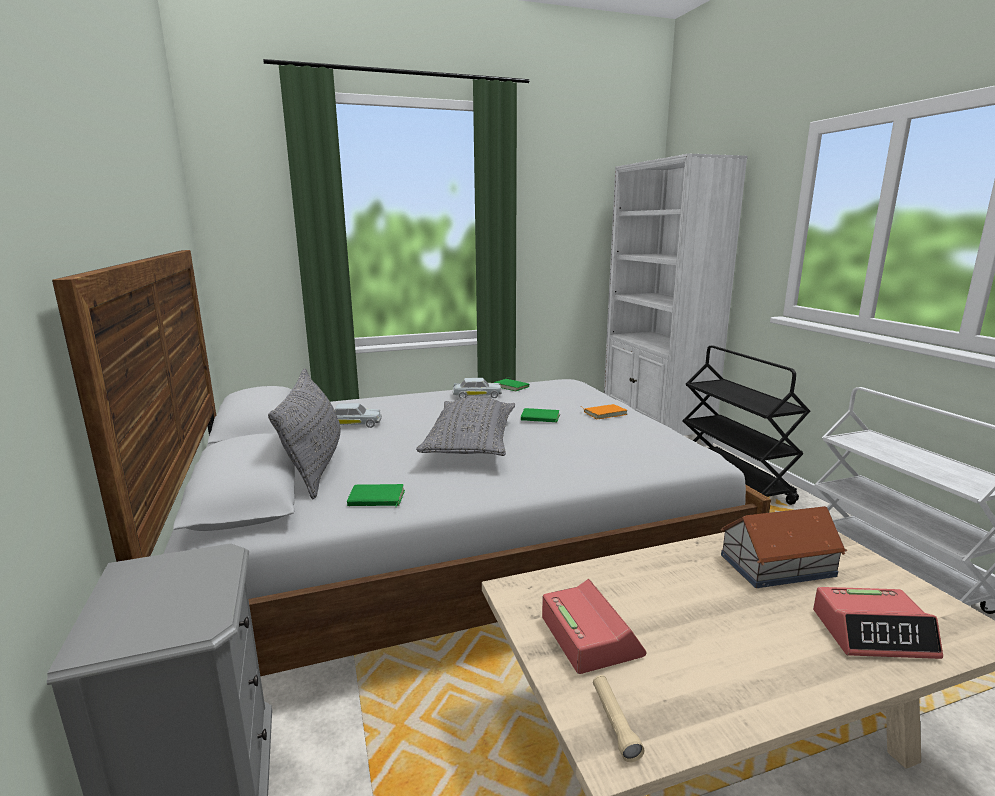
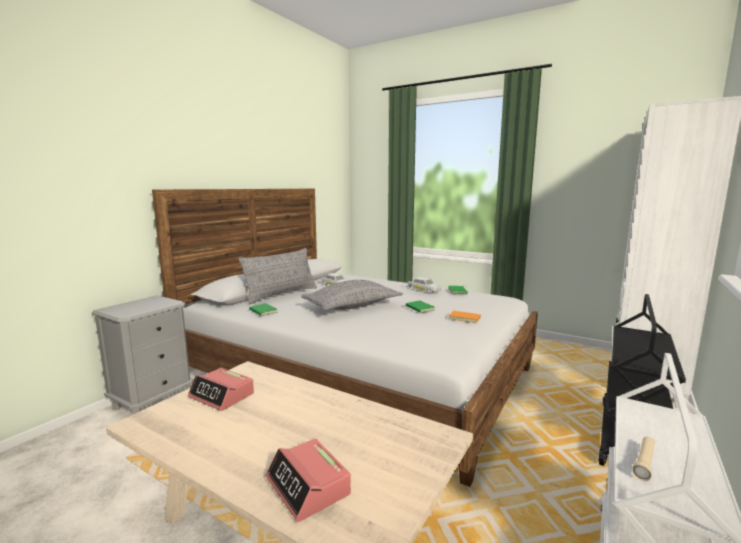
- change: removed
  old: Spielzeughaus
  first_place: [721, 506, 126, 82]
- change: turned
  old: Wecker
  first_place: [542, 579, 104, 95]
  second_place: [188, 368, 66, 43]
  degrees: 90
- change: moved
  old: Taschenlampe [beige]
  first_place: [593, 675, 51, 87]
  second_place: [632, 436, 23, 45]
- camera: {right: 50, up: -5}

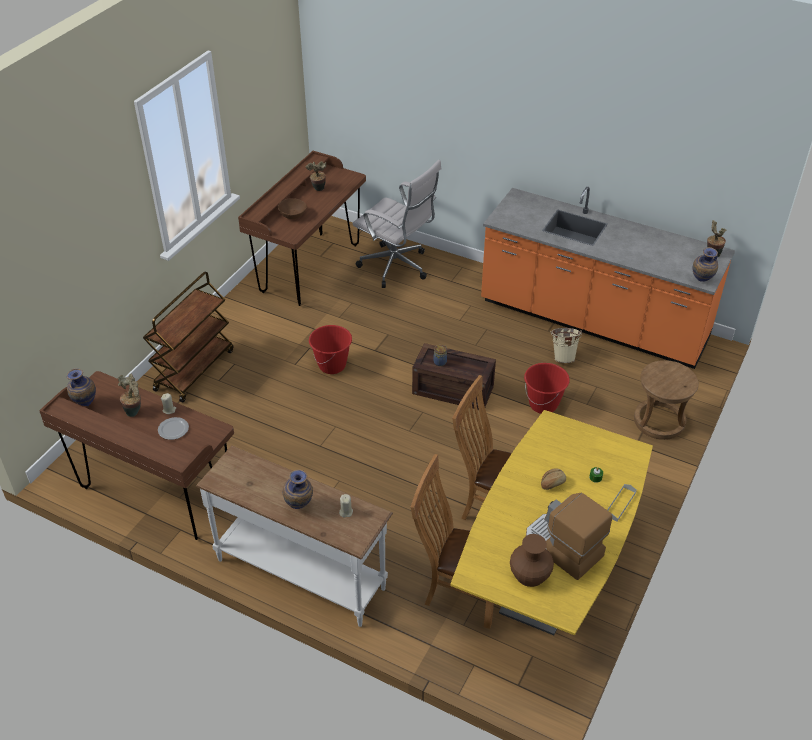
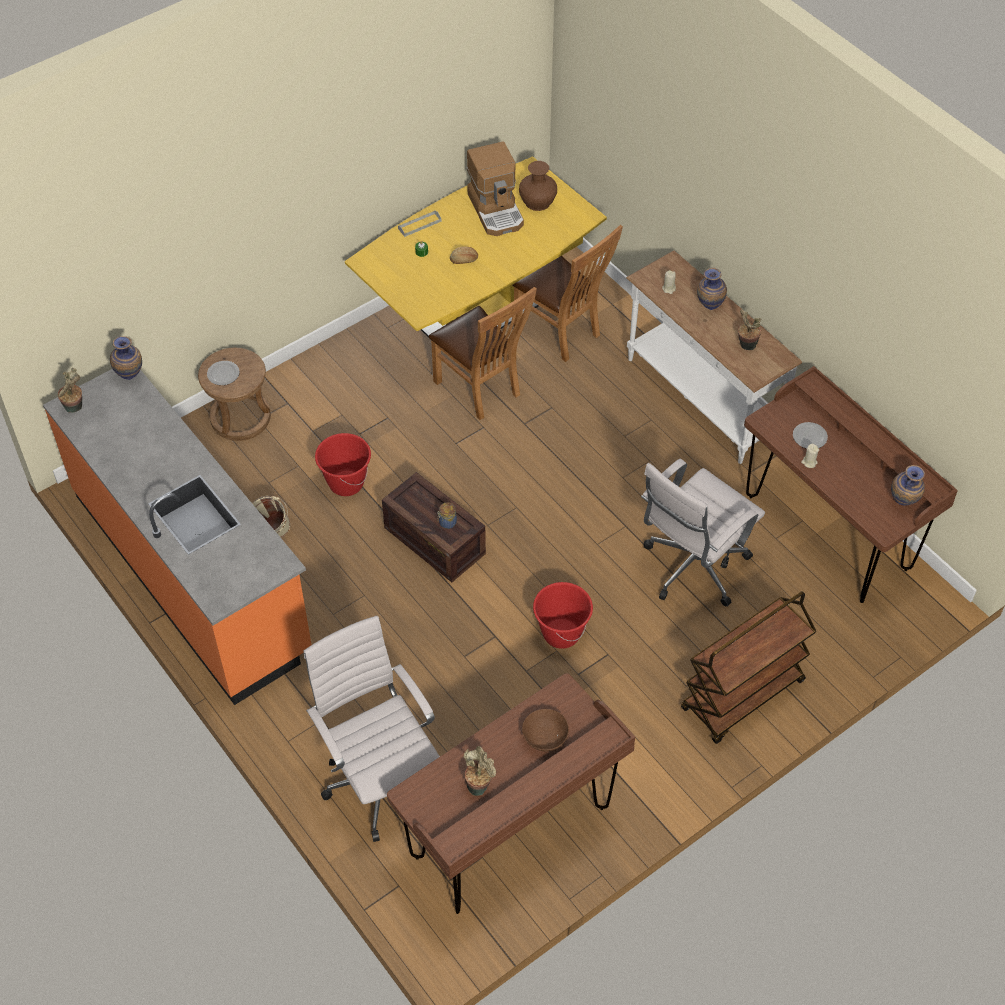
- change: moved
  old: Topfpflanze
  first_place: [118, 373, 23, 44]
  second_place: [738, 309, 23, 41]
- change: added
  new: Teller
  second_place: [207, 361, 33, 24]
- change: added
  new: Bürostuhl [weiß]
  second_place: [641, 459, 124, 148]
- camera: {right: -155, up: 10}

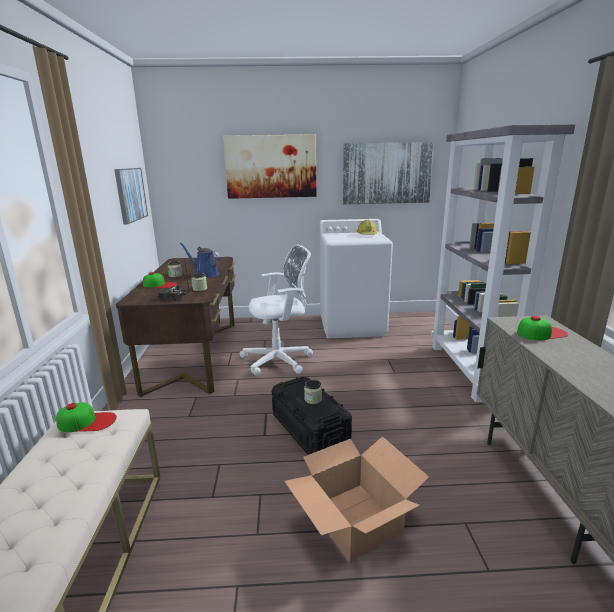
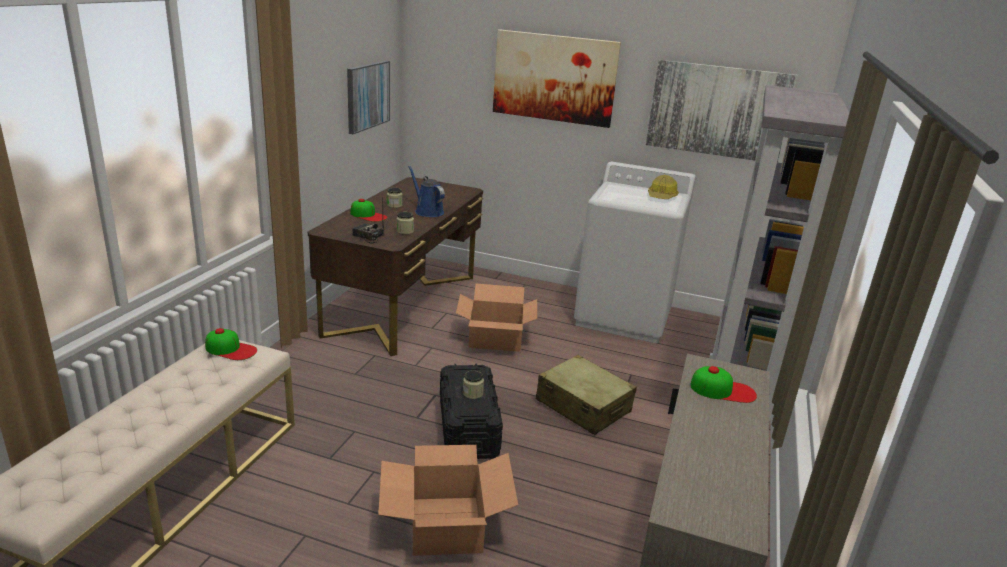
- change: replaced
  old: Bürostuhl [weiß]
  new: Karton
  first_place: [240, 245, 73, 131]
  second_place: [456, 284, 81, 68]
- change: added
  new: Koffer [beige]
  second_place: [536, 355, 101, 80]
- camera: {right: 20, up: 5}

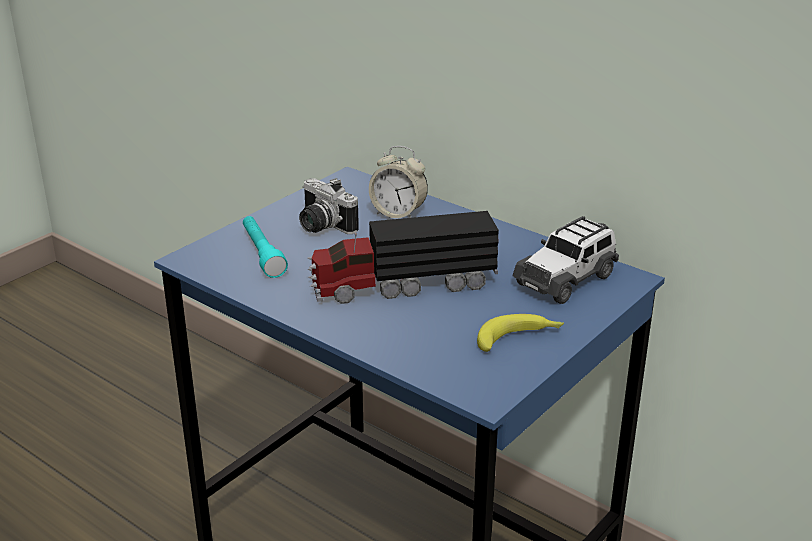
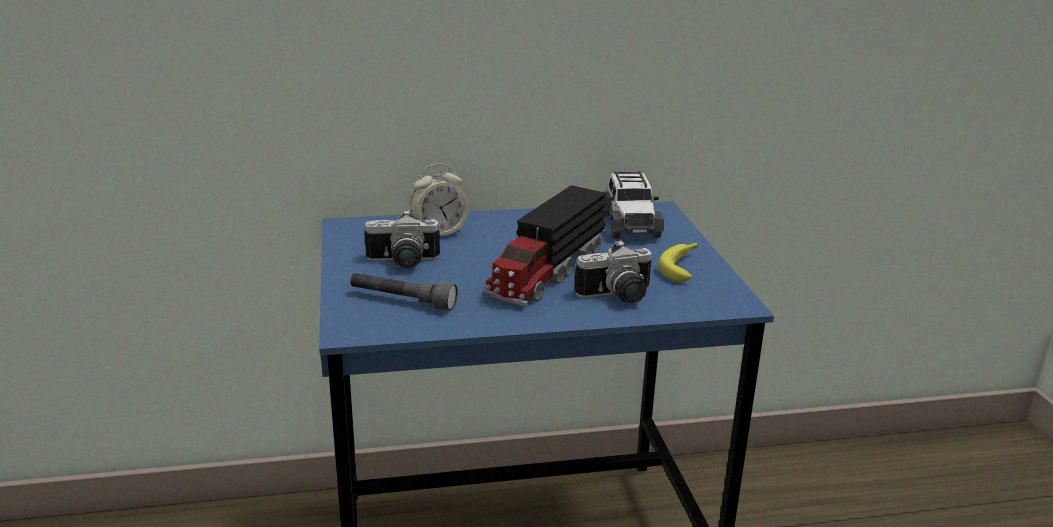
- change: recoloured
  old: Taschenlampe [türkis]
  new: Taschenlampe [grau]
  first_place: [243, 216, 45, 62]
  second_place: [350, 273, 108, 37]
- change: added
  new: Kamera
  second_place: [574, 240, 78, 64]
- camera: {right: -50, up: -5}

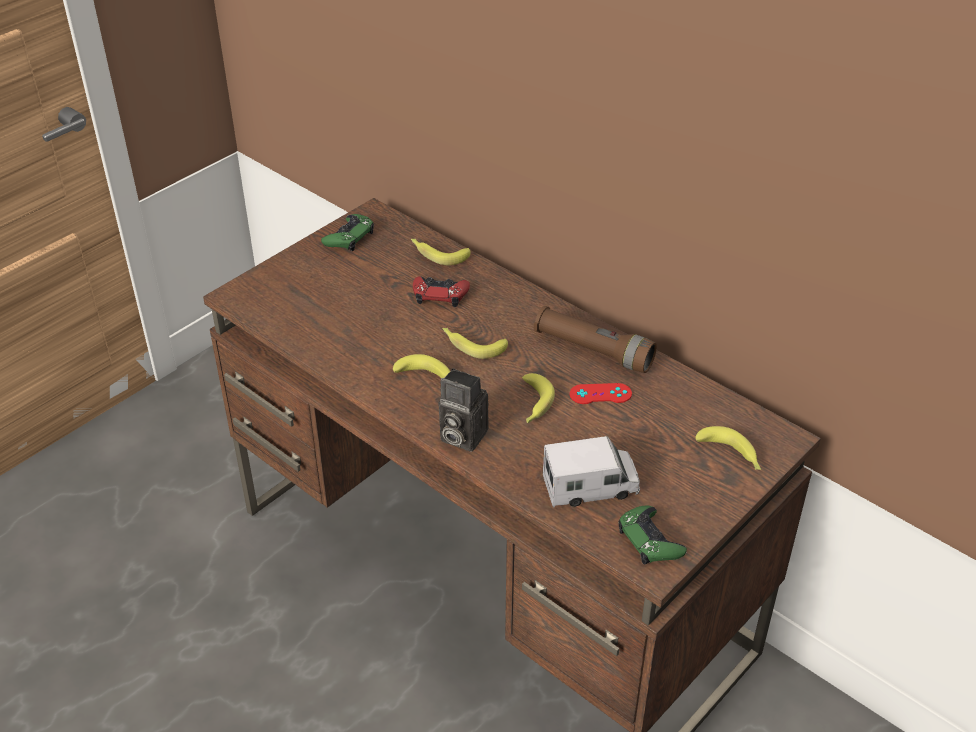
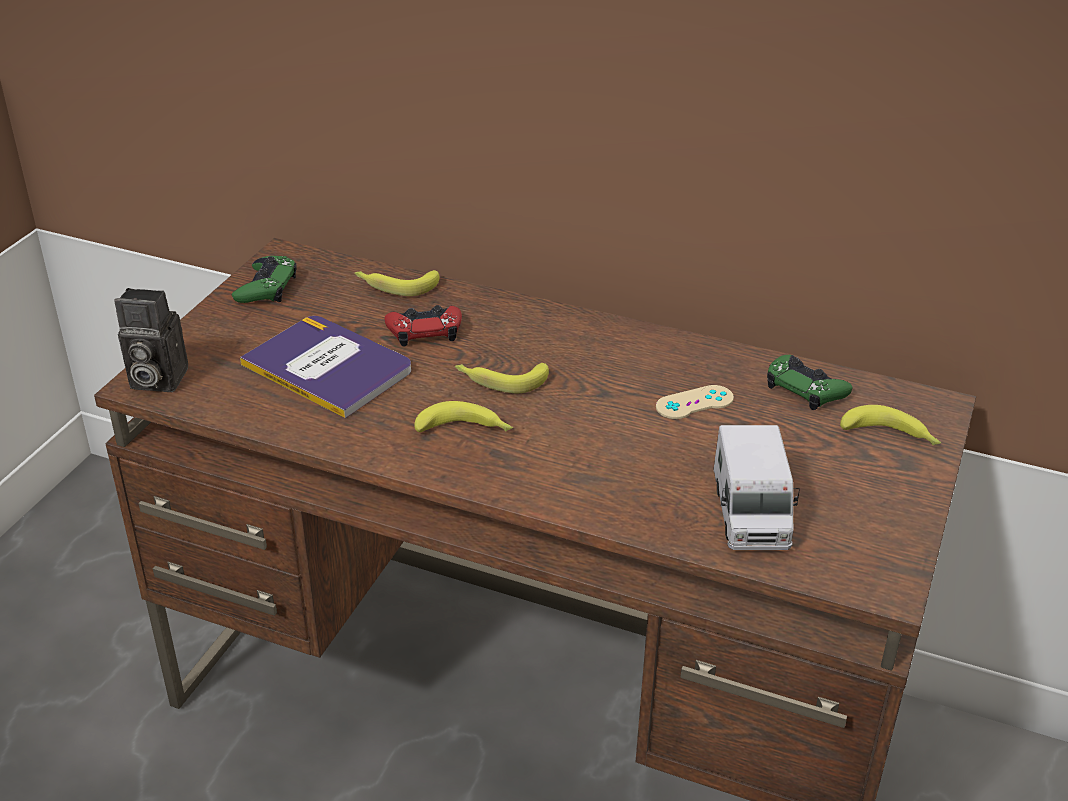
- change: removed
  old: Taschenlampe [braun]
  first_place: [534, 306, 123, 67]
- change: moved
  old: Kamera
  first_place: [439, 368, 50, 84]
  second_place: [115, 288, 73, 104]
- change: removed
  old: Banane
  first_place: [522, 373, 33, 50]
- change: recoloured
  old: Gamepad [rot]
  new: Gamepad [beige]
  first_place: [570, 383, 62, 21]
  second_place: [656, 385, 78, 34]
- change: turned
  old: Spielzeuglaster
  first_place: [543, 436, 97, 72]
  second_place: [713, 425, 87, 125]
  degrees: 120
- change: moved
  old: Gamepad [grün]
  first_place: [618, 505, 69, 59]
  second_place: [767, 355, 86, 55]
- change: added
  new: Buch
  second_place: [240, 316, 171, 102]
- camera: {right: -20, up: -5}

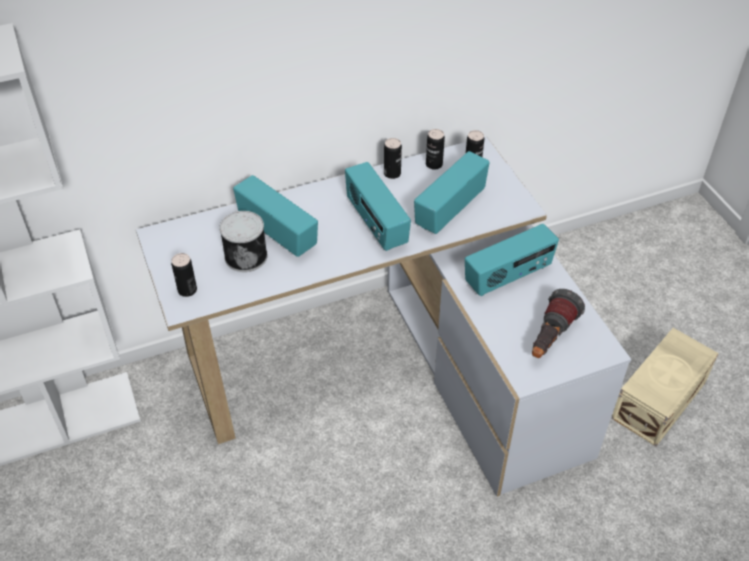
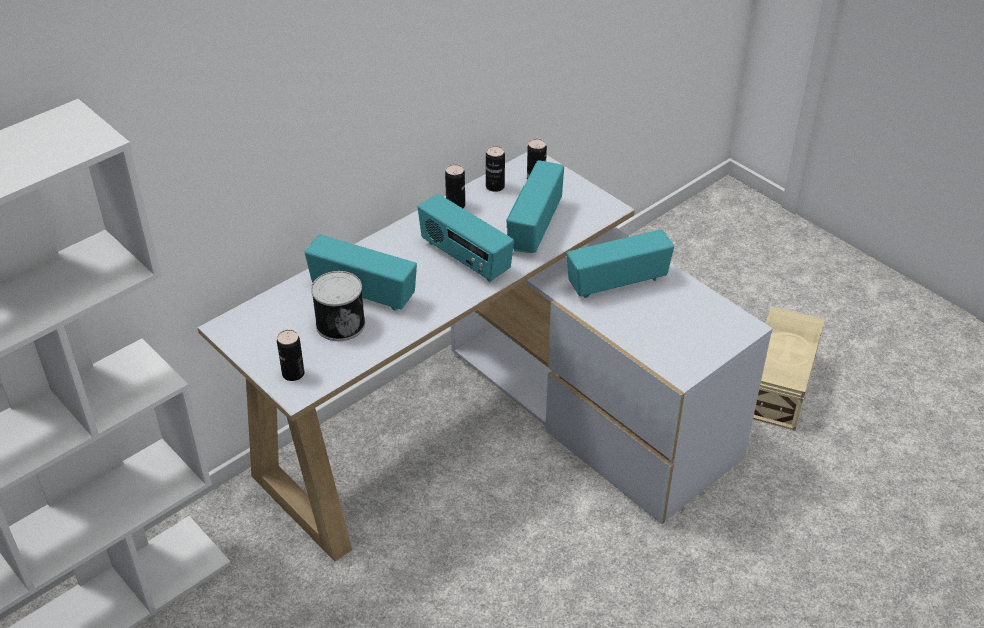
- change: turned
  old: Radio
  first_place: [465, 224, 94, 72]
  second_place: [566, 229, 108, 69]
  degrees: -150
- change: removed
  old: Taschenlampe
  first_place: [532, 289, 53, 69]
- camera: {right: -20, up: -5}

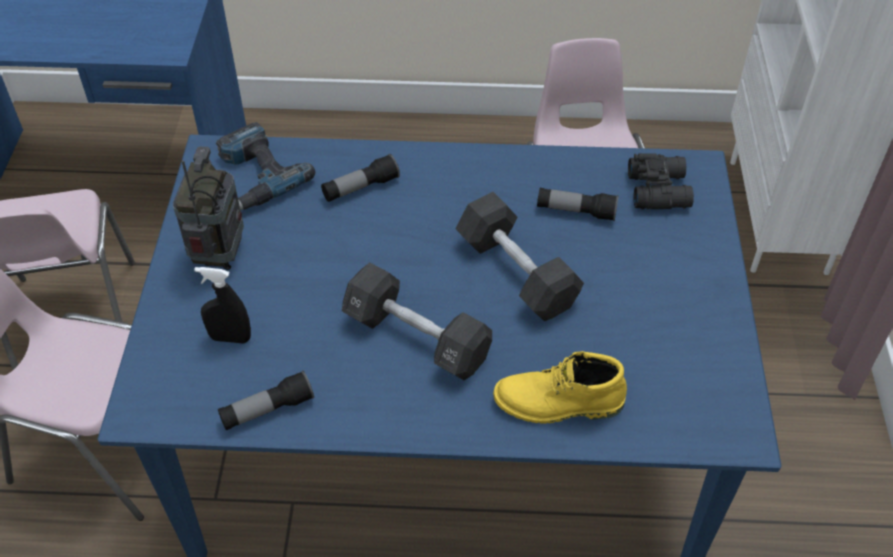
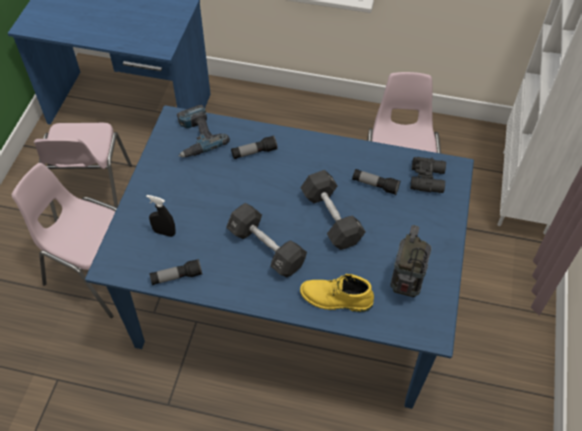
- change: moved
  old: Radio
  first_place: [173, 146, 71, 124]
  second_place: [390, 225, 41, 72]
- camera: {right: 10, up: 5}

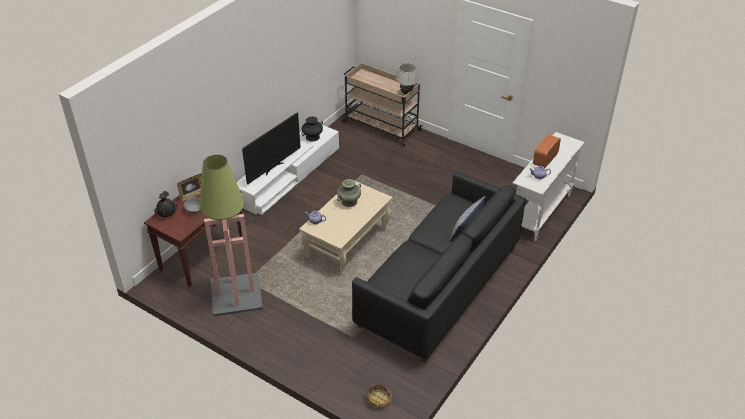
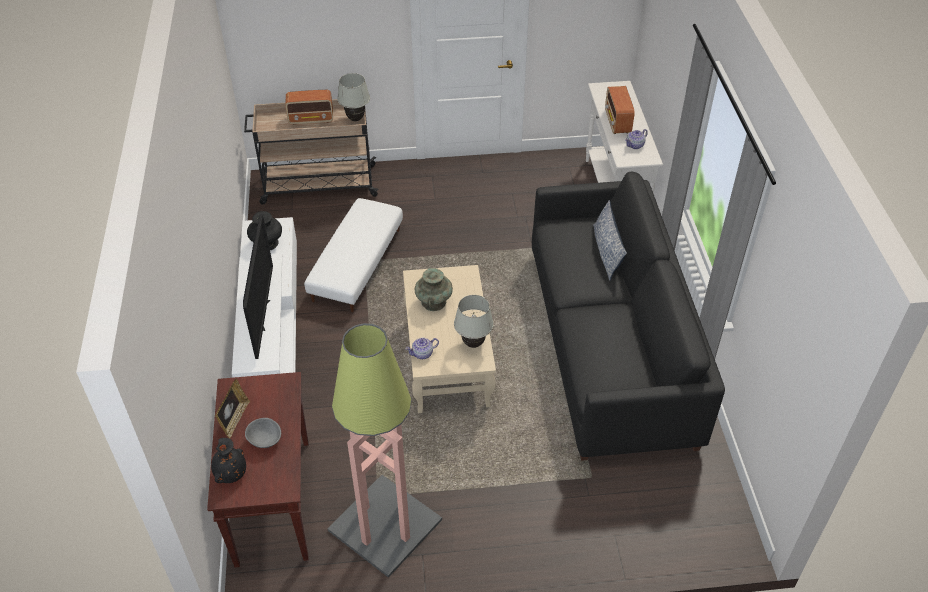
- change: removed
  old: Korb
  first_place: [366, 384, 29, 24]
- change: added
  new: Radio
  second_place: [285, 90, 48, 35]
- change: added
  new: Polsterhocker [weiß]
  second_place: [304, 198, 99, 114]
- change: added
  new: Tischlampe [weiß]
  second_place: [454, 295, 40, 53]
- camera: {right: -40, up: 5}

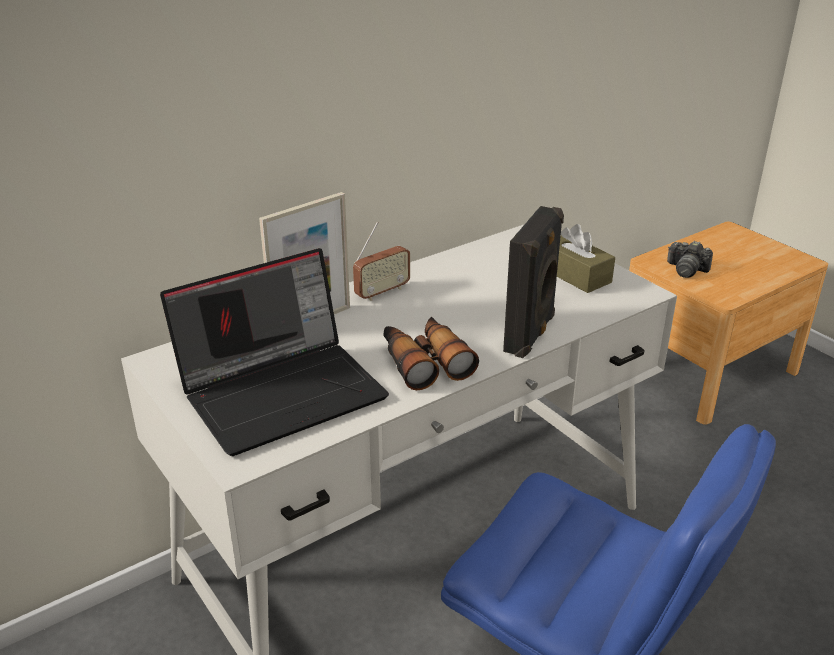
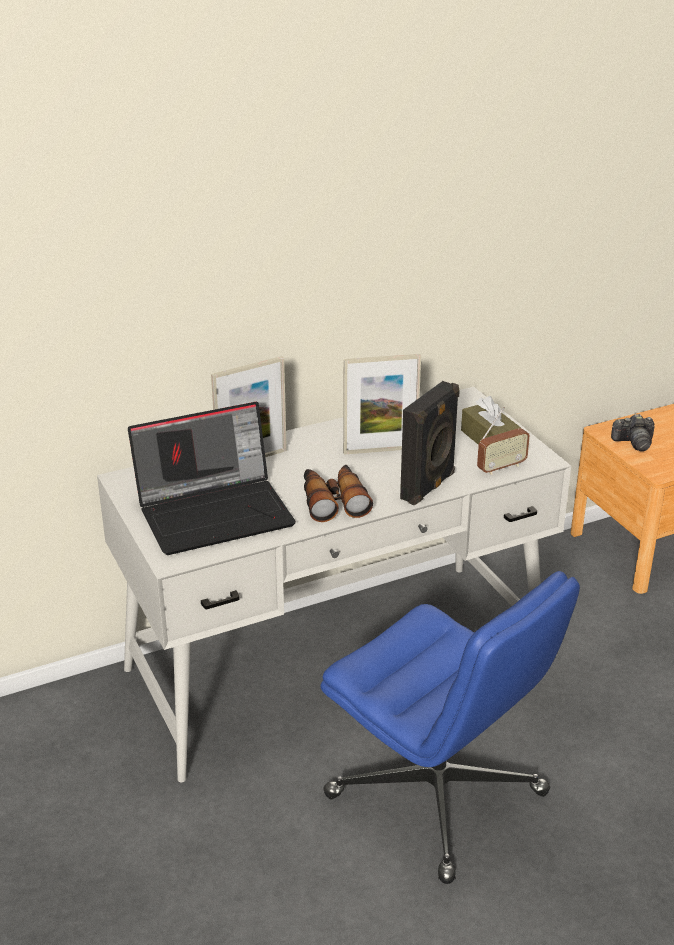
- change: moved
  old: Radio
  first_place: [353, 222, 57, 79]
  second_place: [477, 407, 53, 68]
- change: turned
  old: Kamera
  first_place: [667, 241, 46, 37]
  second_place: [611, 414, 44, 37]
  degrees: -45
- change: added
  new: Bilderrahmen
  second_place: [343, 354, 78, 101]
- camera: {right: 10, up: 0}

